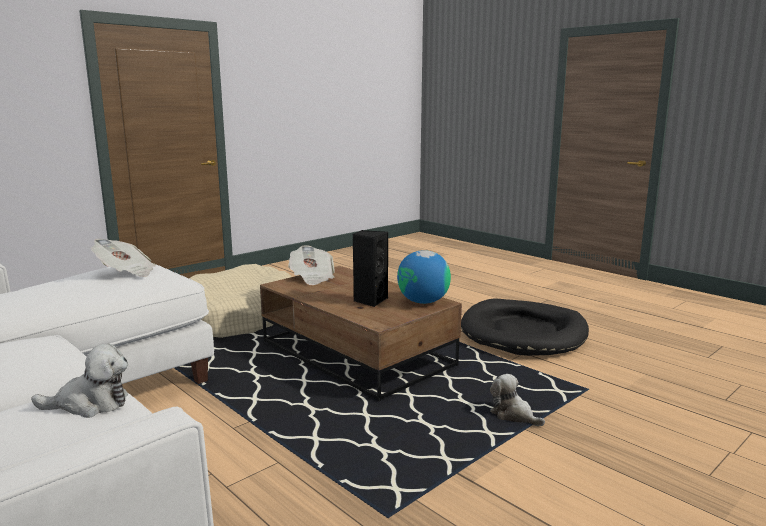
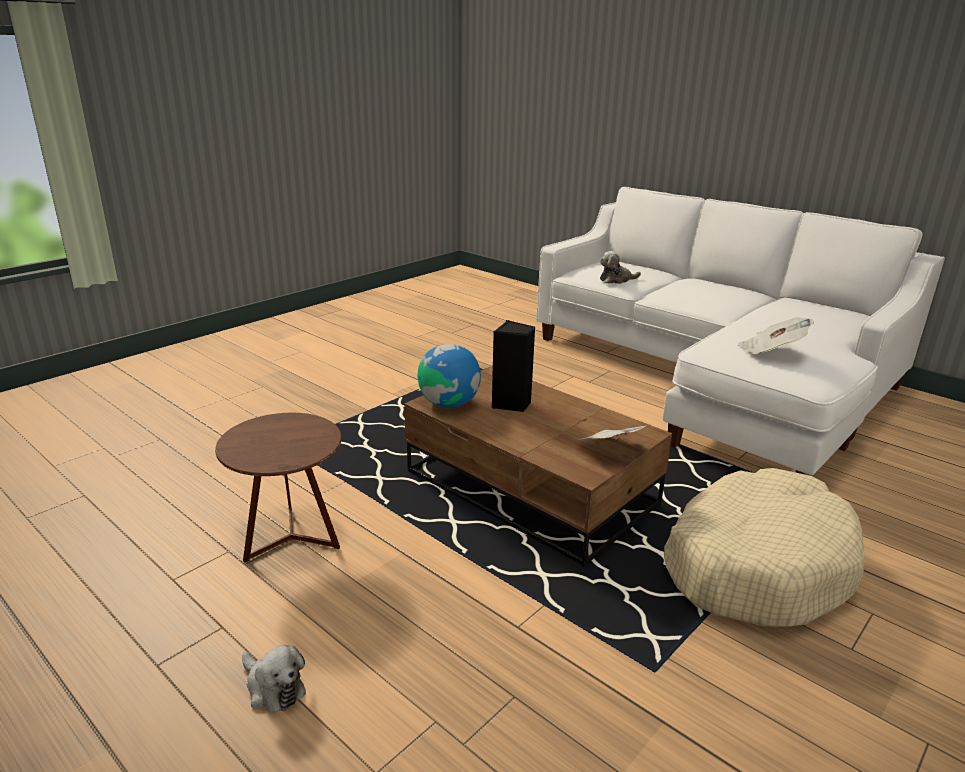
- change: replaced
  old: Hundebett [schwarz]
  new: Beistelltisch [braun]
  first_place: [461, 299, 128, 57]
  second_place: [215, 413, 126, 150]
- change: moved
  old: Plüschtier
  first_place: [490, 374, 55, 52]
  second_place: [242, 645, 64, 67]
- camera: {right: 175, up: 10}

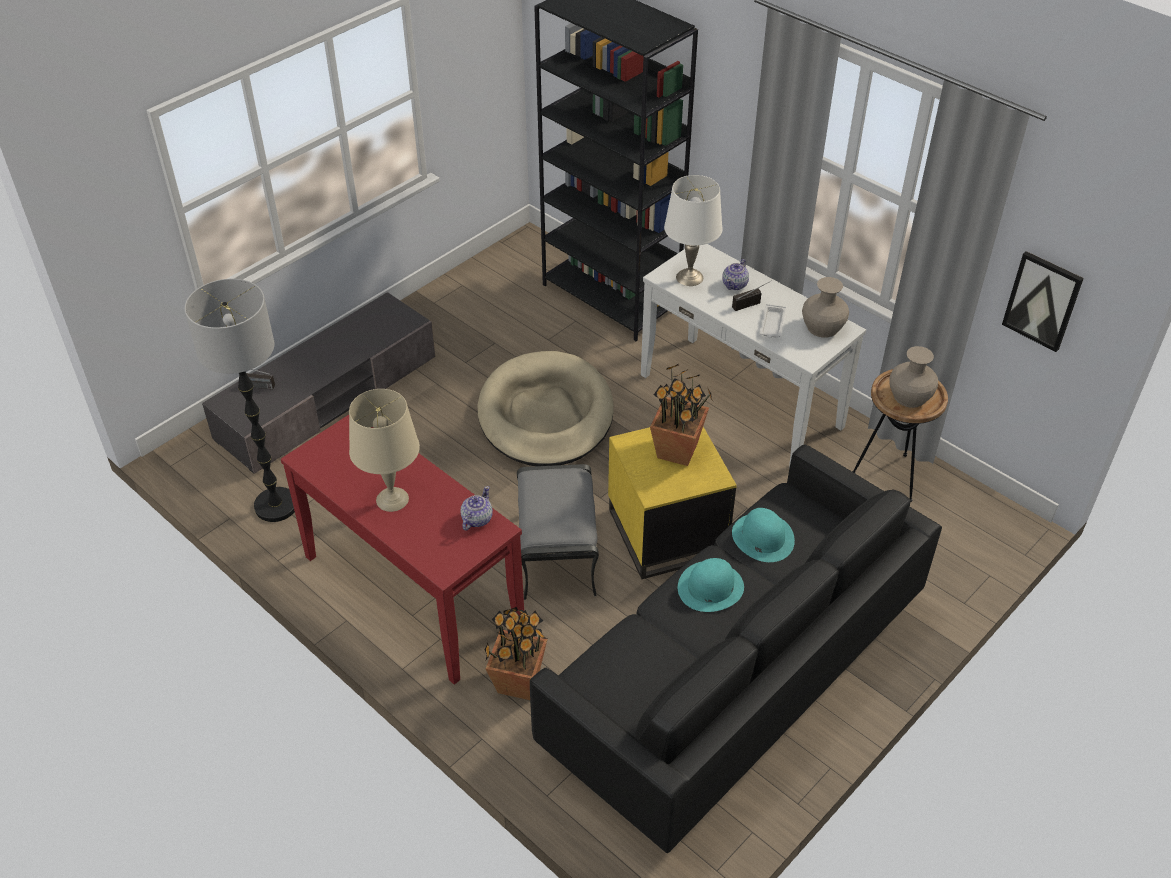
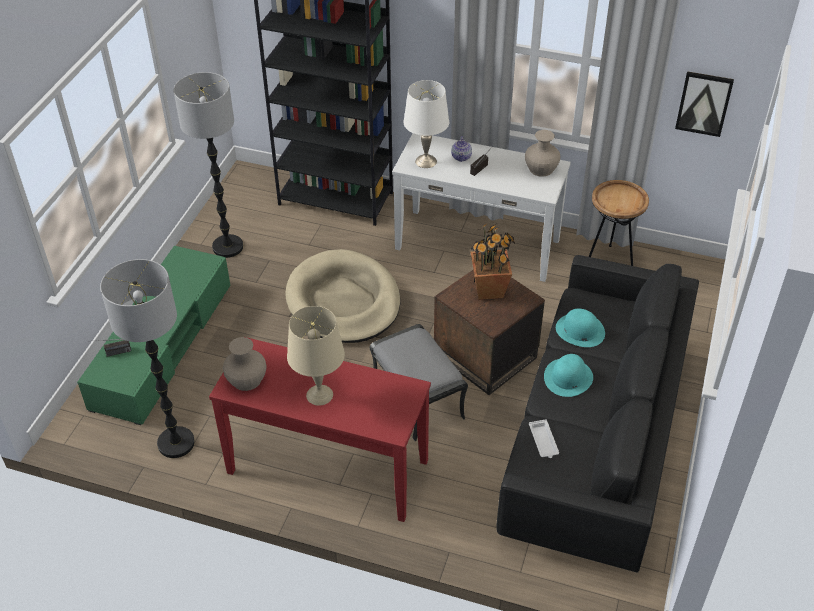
- change: recoloured
  old: Fernsehschrank [grau]
  new: Fernsehschrank [grün]
  first_place: [202, 292, 233, 181]
  second_place: [77, 246, 153, 179]
- change: moved
  old: Tablett [weiß]
  first_place: [759, 304, 27, 34]
  second_place: [529, 419, 30, 39]
- change: moved
  old: Vase [beige]
  first_place: [889, 346, 49, 62]
  second_place: [223, 337, 44, 54]
- change: recoloured
  old: Beistelltisch [gelb]
  new: Beistelltisch [braun]
  first_place: [608, 427, 129, 152]
  second_place: [434, 270, 111, 125]
- change: removed
  old: Teekanne
  first_place: [460, 486, 33, 44]
- change: removed
  old: Topfpflanze
  first_place: [484, 607, 63, 93]
- change: added
  new: Stehlampe
  second_place: [173, 72, 70, 186]
- camera: {right: -25, up: 0}

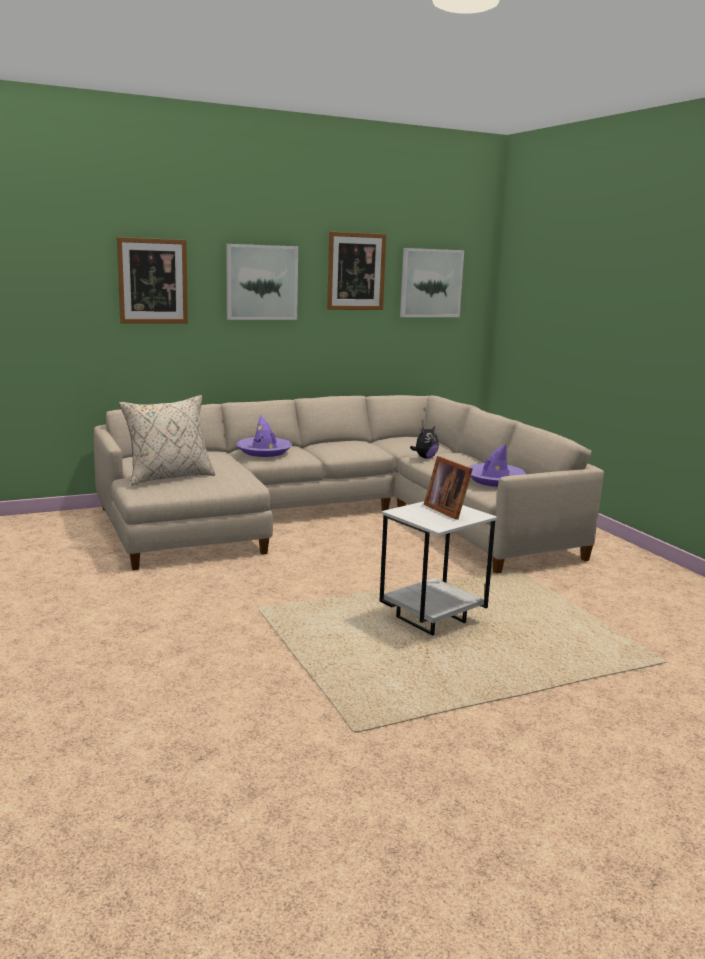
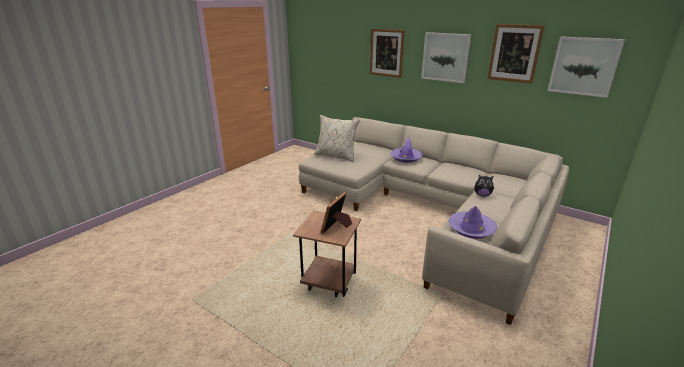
- change: recoloured
  old: Beistelltisch [weiß]
  new: Beistelltisch [braun]
  first_place: [379, 501, 119, 135]
  second_place: [293, 210, 68, 87]
- camera: {right: 60, up: 10}

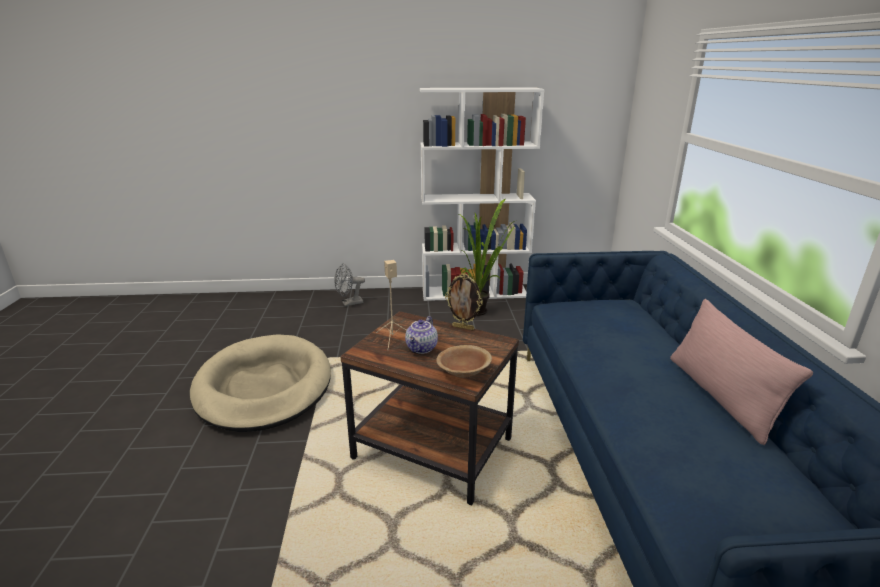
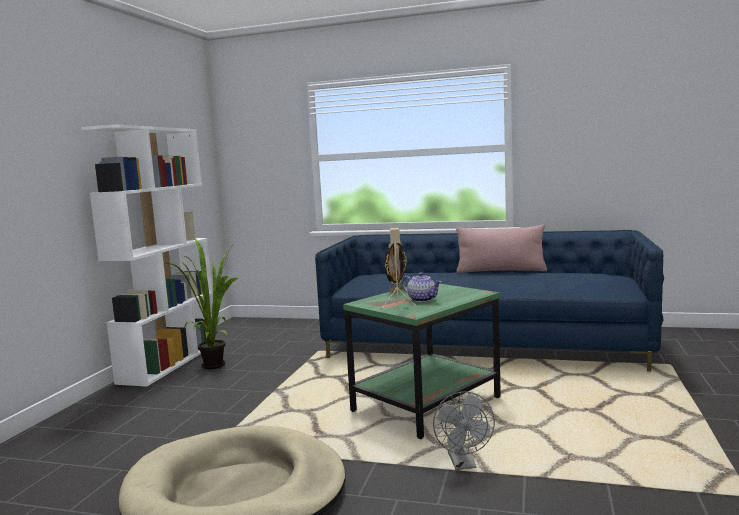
- change: moved
  old: Ventilator [grau]
  first_place: [334, 263, 31, 43]
  second_place: [433, 391, 62, 80]
- change: recoloured
  old: Beistelltisch [braun]
  new: Beistelltisch [grün]
  first_place: [340, 311, 179, 194]
  second_place: [343, 283, 158, 156]
- change: removed
  old: Schüssel [braun]
  first_place: [436, 345, 56, 33]
- camera: {right: -70, up: -15}

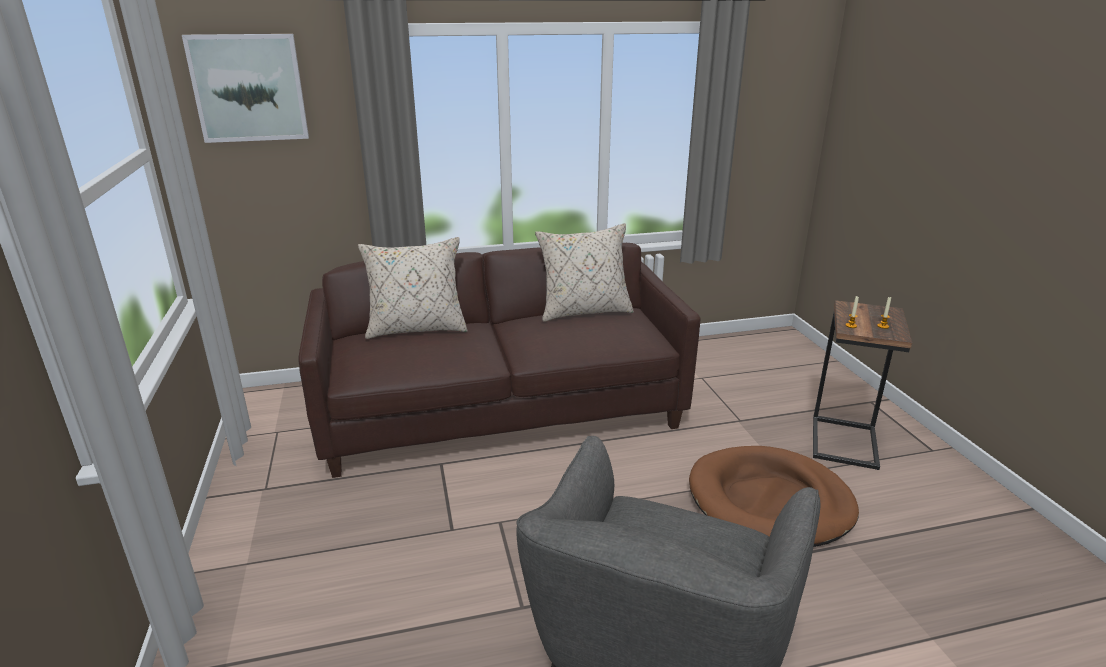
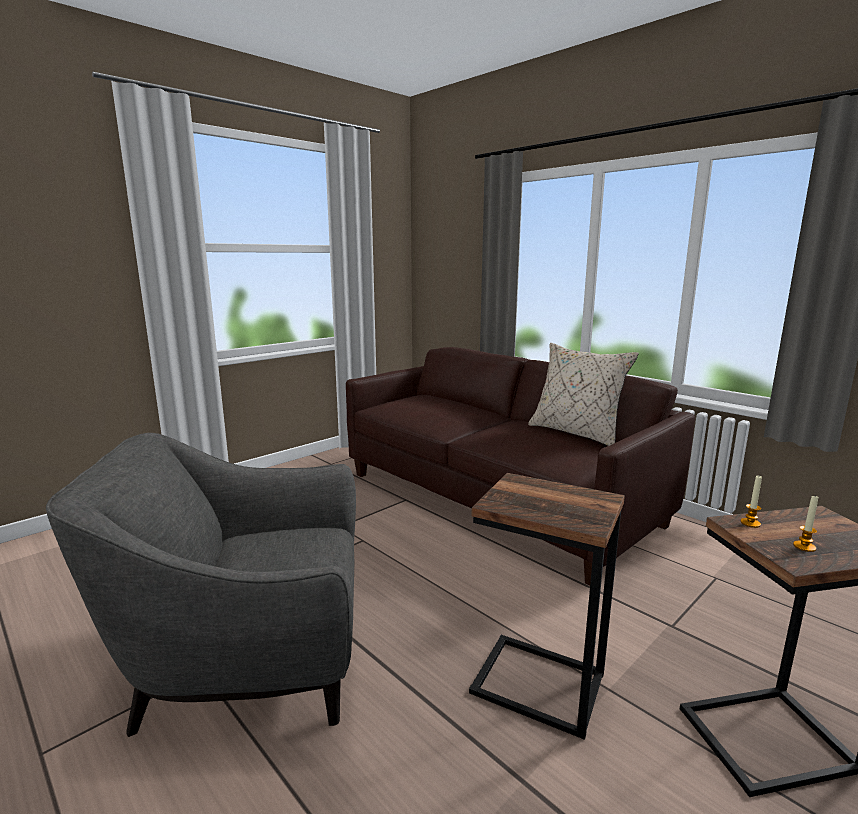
- change: removed
  old: Bild
  first_place: [182, 34, 127, 109]
- change: removed
  old: Kissen [beige]
  first_place: [358, 237, 110, 102]
- change: replaced
  old: Hundebett [braun]
  new: Beistelltisch
  first_place: [689, 446, 170, 101]
  second_place: [469, 473, 156, 267]
- camera: {right: 60, up: -10}

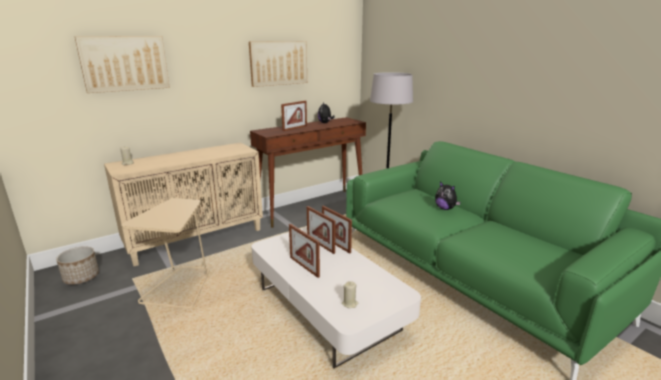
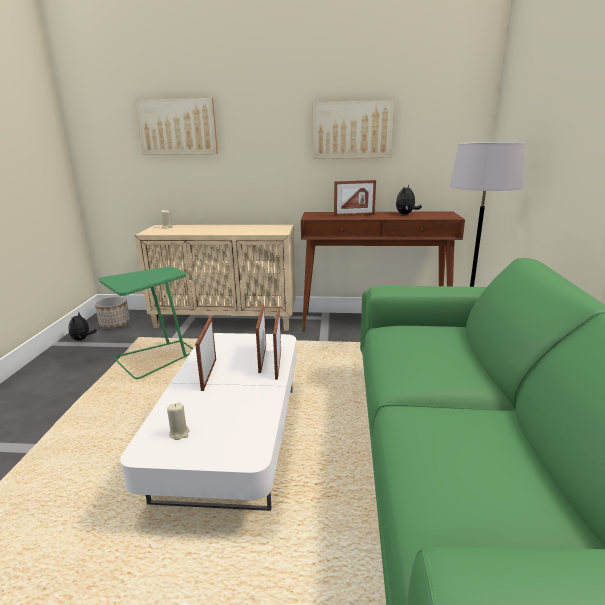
- change: moved
  old: Plüschtier
  first_place: [435, 182, 26, 28]
  second_place: [68, 311, 29, 30]
- change: recoloured
  old: Beistelltisch [beige]
  new: Beistelltisch [grün]
  first_place: [121, 198, 89, 111]
  second_place: [99, 267, 94, 112]
- camera: {right: 40, up: 0}

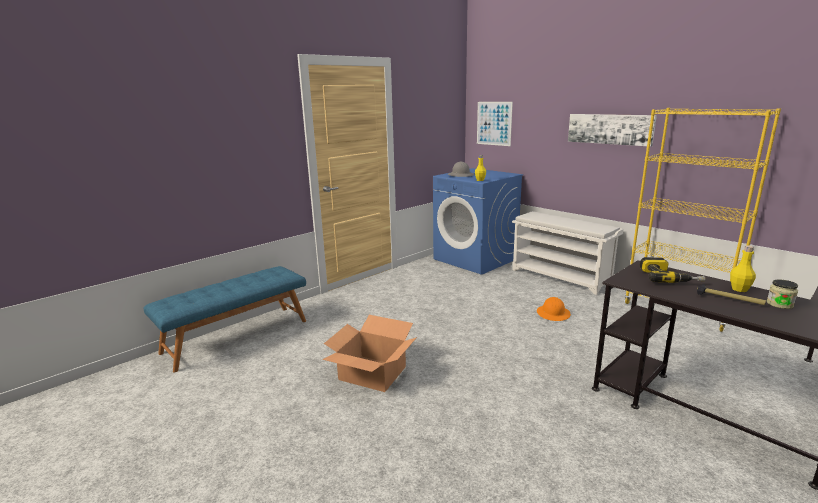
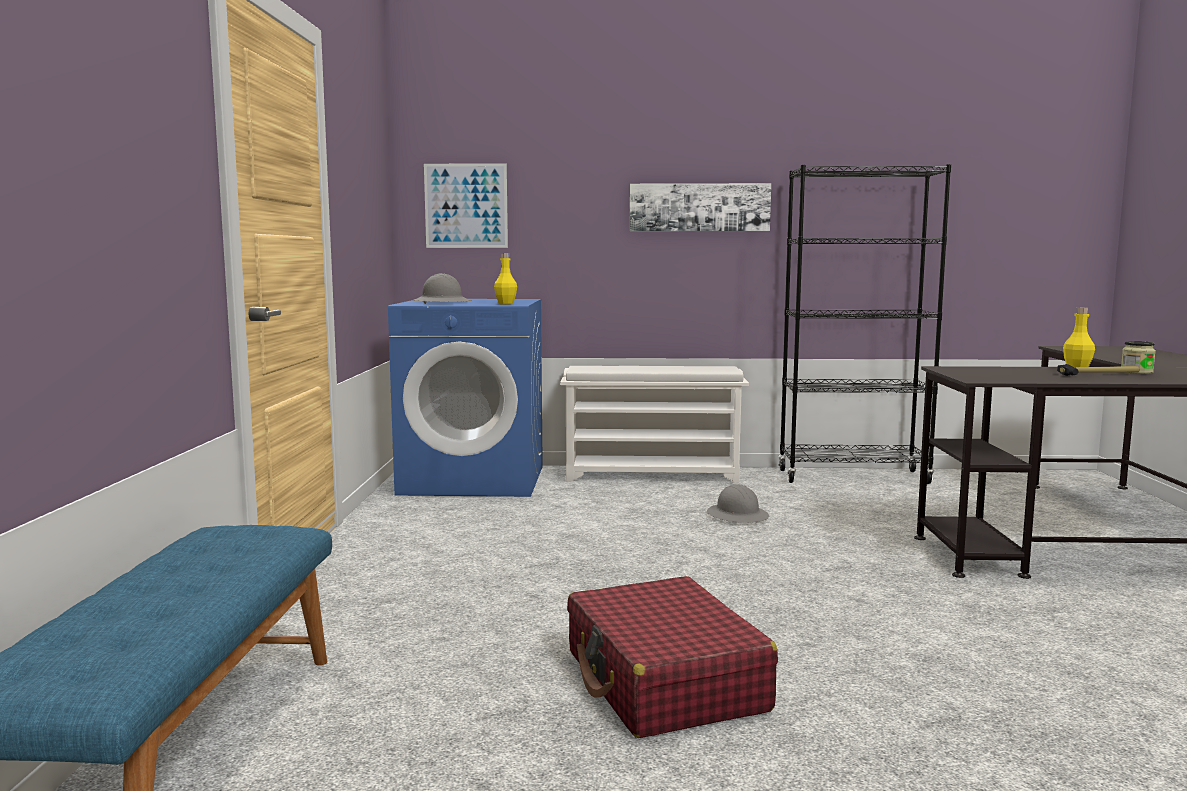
- change: recoloured
  old: Bücherregal [gelb]
  new: Bücherregal [schwarz]
  first_place: [624, 108, 157, 224]
  second_place: [778, 164, 173, 320]
- change: removed
  old: Bohrmaschine
  first_place: [640, 257, 66, 26]
- change: recoloured
  old: Schutzhelm [orange]
  new: Schutzhelm [grau]
  first_place: [537, 297, 34, 24]
  second_place: [707, 484, 62, 39]
- change: replaced
  old: Karton
  new: Koffer [rot]
  first_place: [323, 315, 94, 77]
  second_place: [567, 576, 211, 162]
- camera: {right: -45, up: -10}

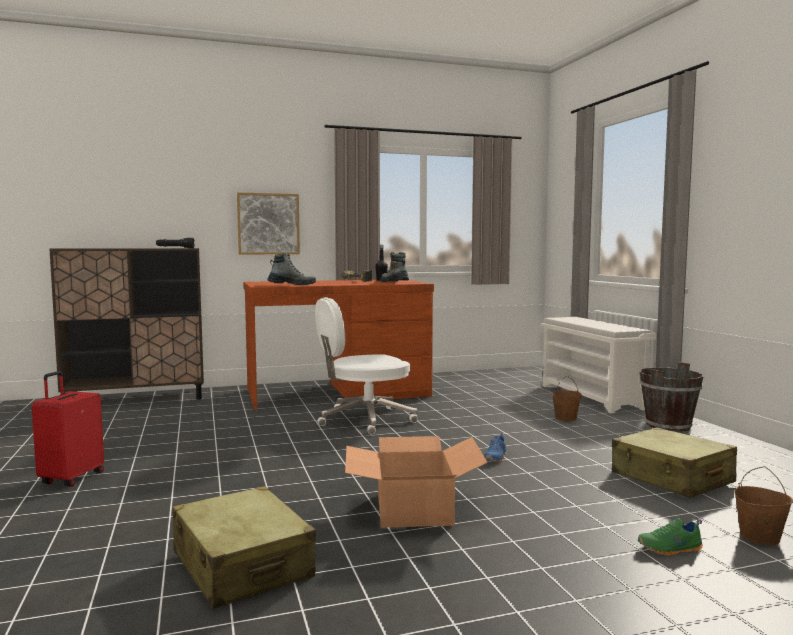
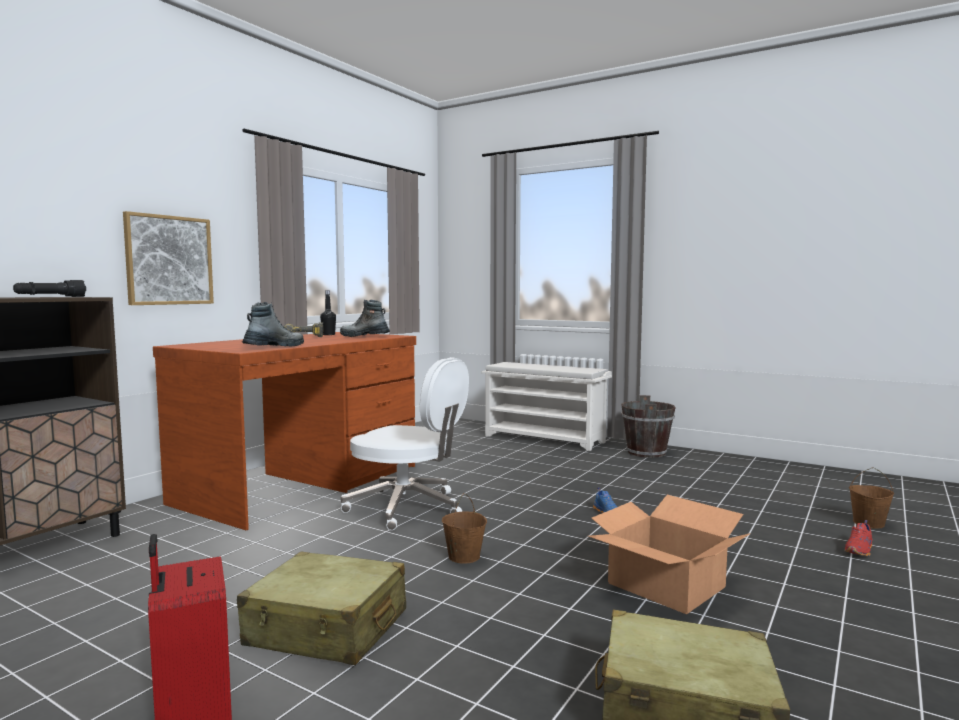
- change: turned
  old: Bürostuhl [weiß]
  first_place: [315, 297, 103, 137]
  second_place: [341, 357, 128, 173]
  degrees: -90
- change: moved
  old: Eimer [braun]
  first_place: [552, 376, 30, 45]
  second_place: [442, 493, 45, 71]
- change: moved
  old: Koffer [beige]
  first_place: [612, 427, 125, 71]
  second_place: [237, 551, 169, 114]
- change: recoloured
  old: Schuh [grün]
  new: Schuh [rot]
  first_place: [638, 518, 65, 38]
  second_place: [844, 520, 28, 36]
- camera: {right: -40, up: 0}

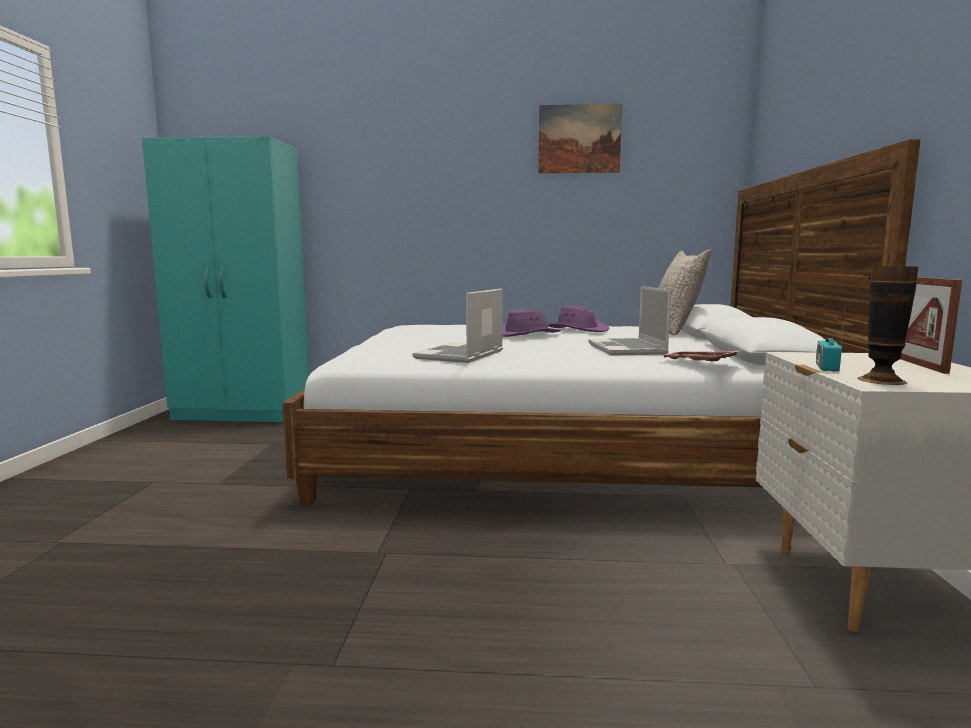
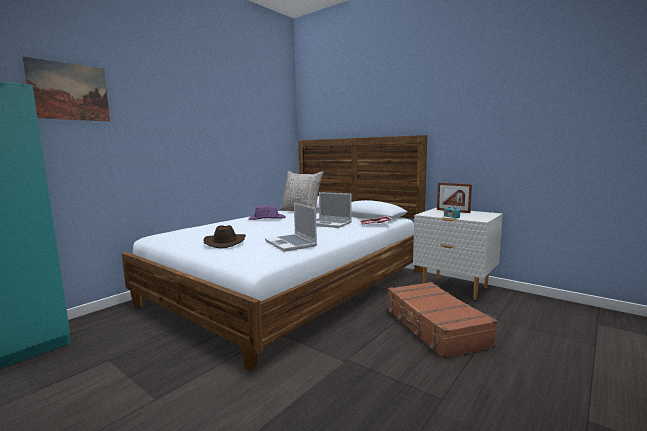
- change: moved
  old: Bild
  first_place: [538, 104, 84, 69]
  second_place: [23, 56, 87, 66]
- change: removed
  old: Vase
  first_place: [857, 266, 62, 119]
- change: removed
  old: Hut [lila]
  first_place: [502, 309, 59, 28]
- change: added
  new: Hut [braun]
  second_place: [203, 225, 43, 23]
- change: added
  new: Koffer [braun]
  second_place: [388, 282, 109, 77]
- camera: {right: -55, up: 0}

